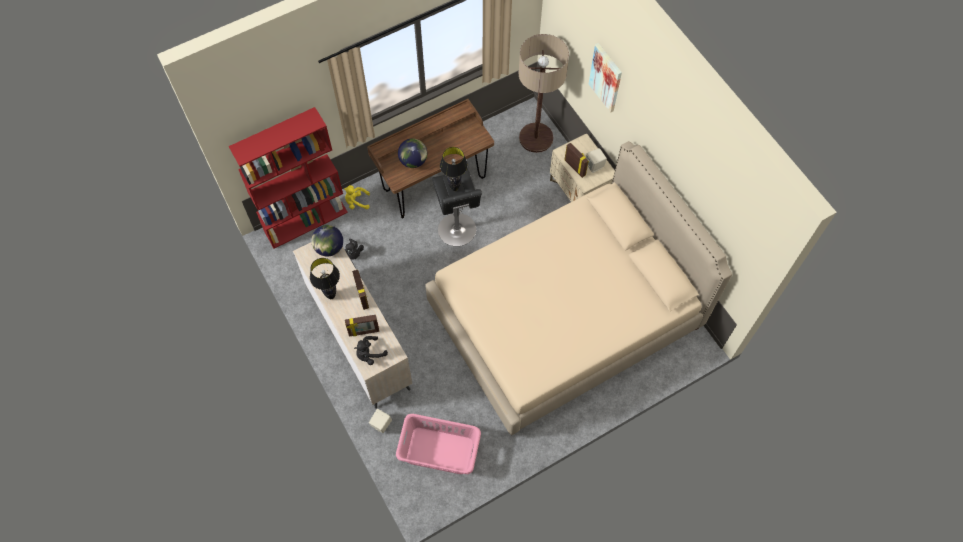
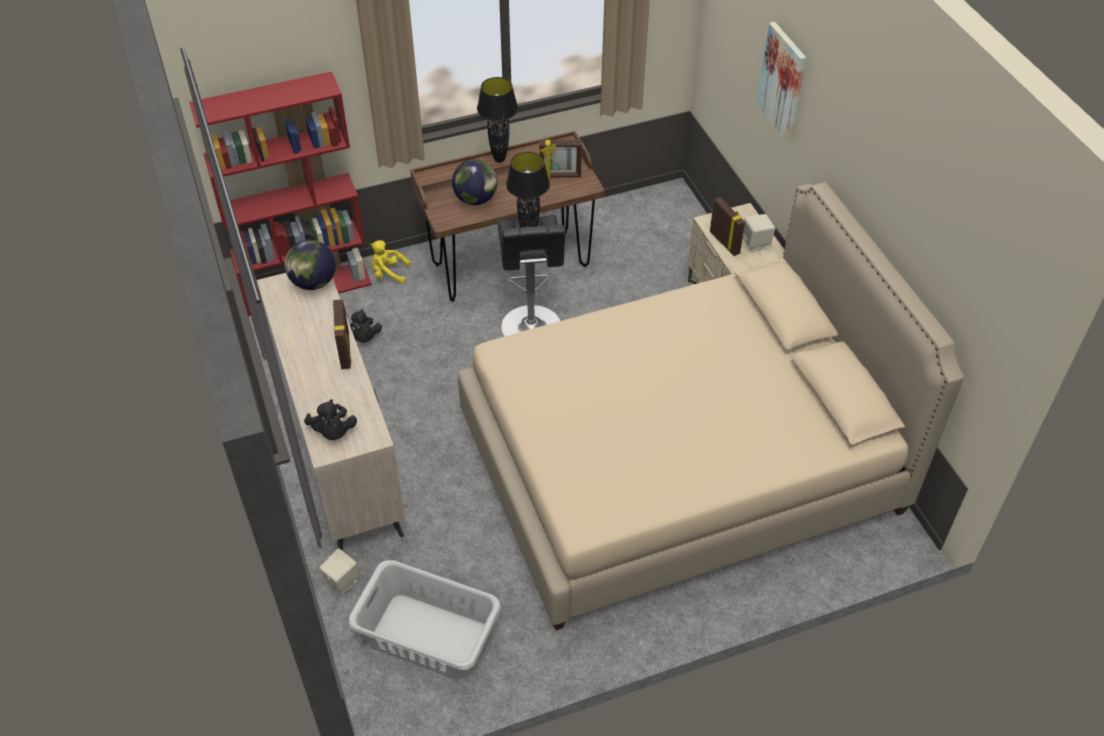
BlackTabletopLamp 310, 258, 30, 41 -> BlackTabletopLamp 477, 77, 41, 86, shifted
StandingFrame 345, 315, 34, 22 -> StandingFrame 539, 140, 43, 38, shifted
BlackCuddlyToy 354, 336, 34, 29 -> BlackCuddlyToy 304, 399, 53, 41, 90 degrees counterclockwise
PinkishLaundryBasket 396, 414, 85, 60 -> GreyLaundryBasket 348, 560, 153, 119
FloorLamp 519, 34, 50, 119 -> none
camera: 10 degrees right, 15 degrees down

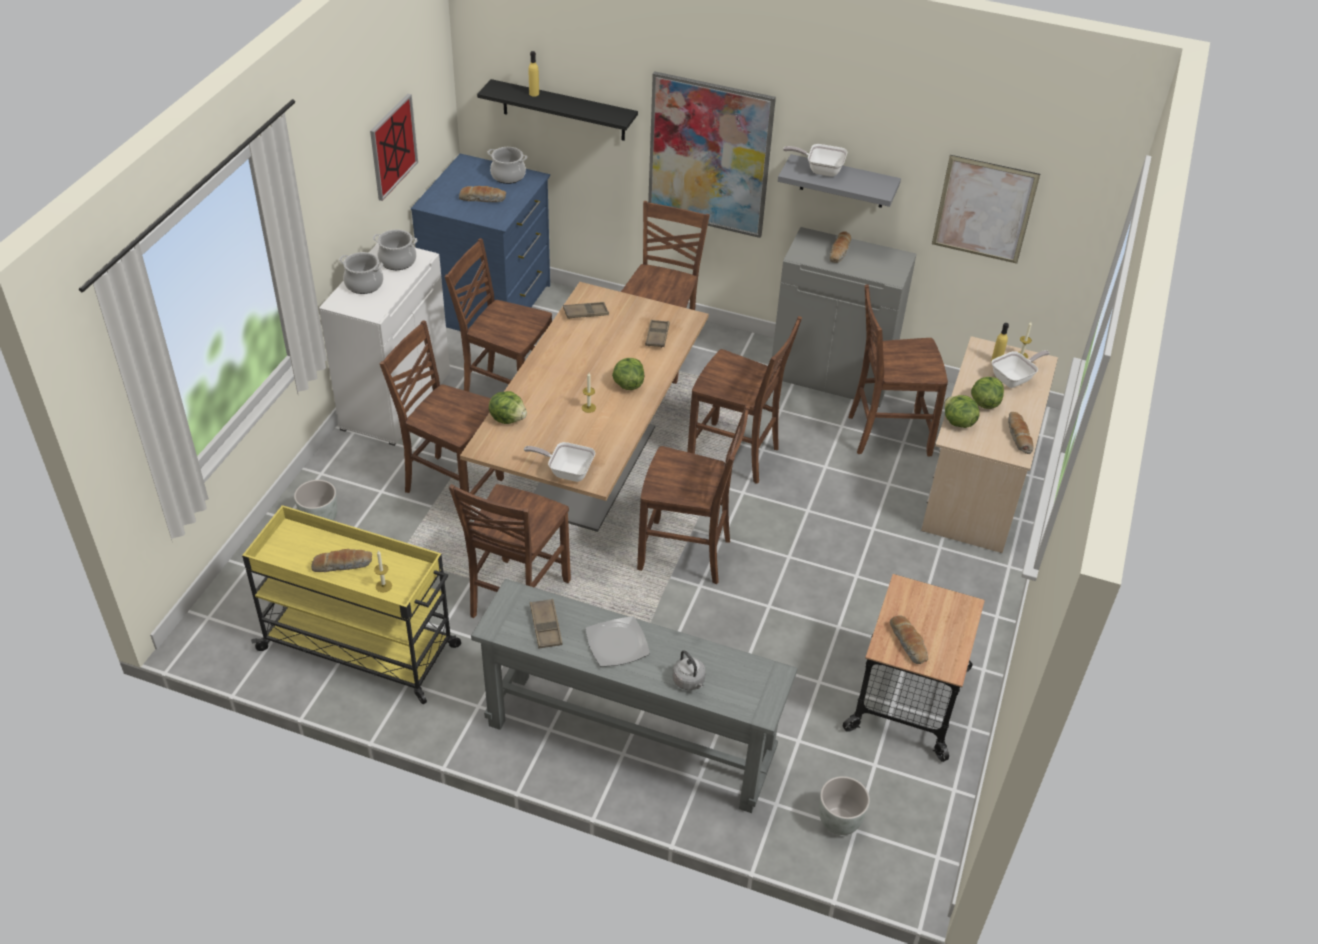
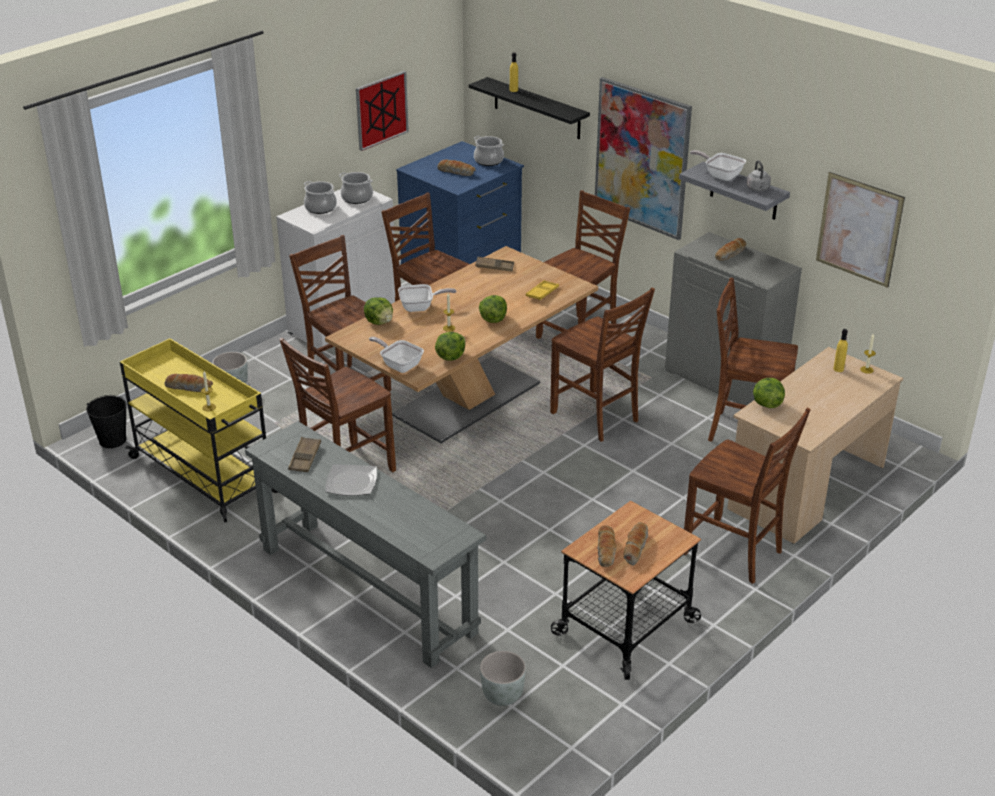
BrownishUprightChair 637, 406, 113, 178 -> BrownishUprightChair 684, 408, 127, 176, shifted
BrownishCarryingTray 645, 320, 25, 28 -> YellowColouredCarryingTray 526, 280, 33, 21
GreyKettle 672, 650, 34, 40 -> GreyKettle 747, 160, 24, 32, shifted
HeadOfLettuce 971, 377, 33, 32 -> HeadOfLettuce 435, 332, 31, 29, shifted
Pan 991, 350, 59, 38 -> Pan 398, 284, 58, 28, shifted
Bread 1008, 412, 26, 42 -> Bread 624, 522, 24, 44, shifted
none -> BlackWaterBucket 86, 395, 40, 53
camera: 25 degrees right, 10 degrees down

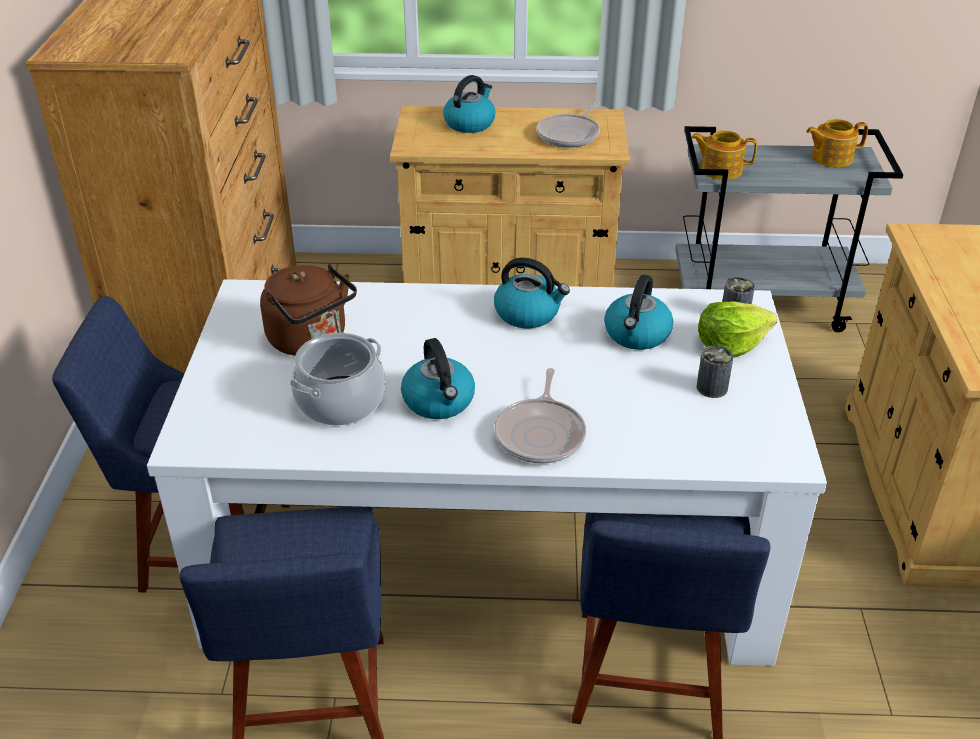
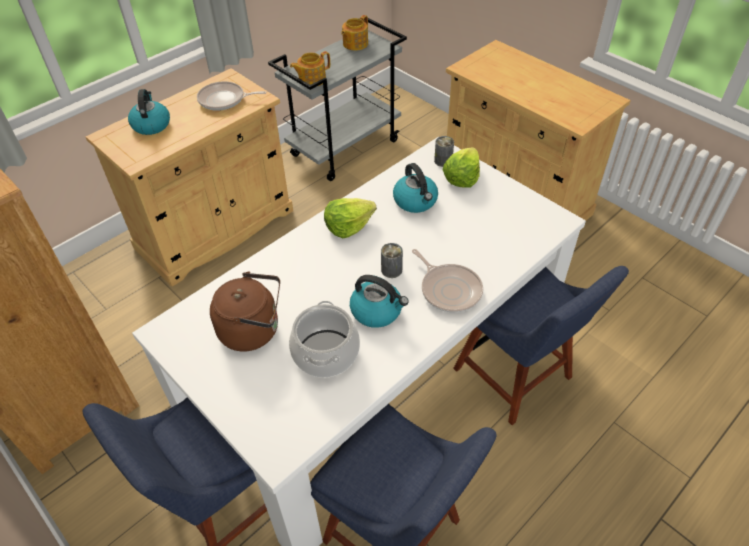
Kettle 494, 258, 76, 70 -> HeadOfLettuce 324, 198, 53, 40
Pan 536, 102, 64, 45 -> Pan 197, 81, 70, 30, 105 degrees clockwise
MetalCan 696, 346, 38, 52 -> MetalCan 381, 243, 22, 35, shifted
camera: 45 degrees left, 10 degrees up

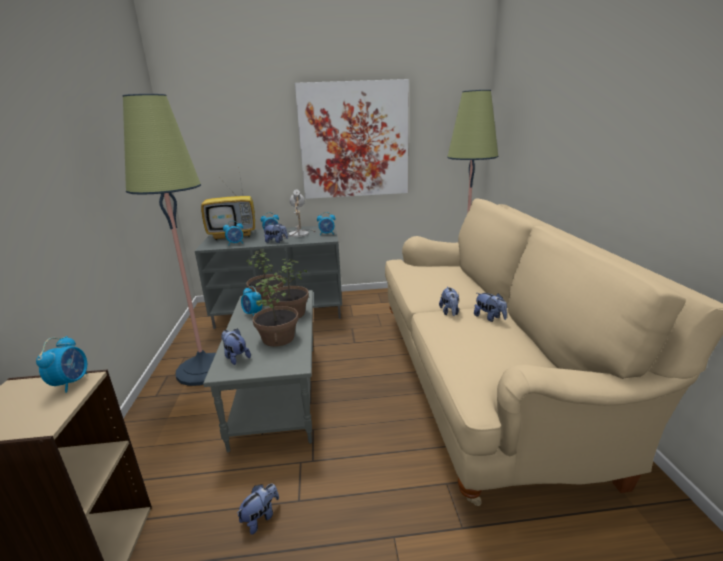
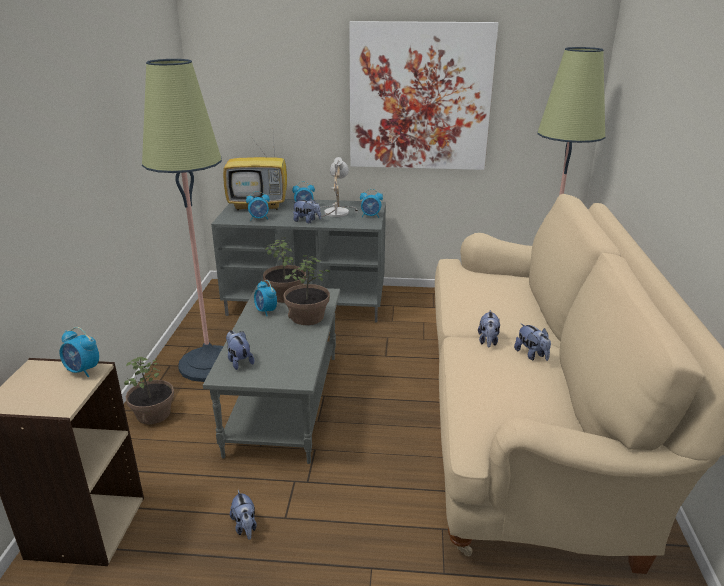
BedsideClock 36, 336, 51, 57 -> BedsideClock 60, 327, 39, 50, 105 degrees clockwise
CuddlyToy 236, 483, 43, 52 -> CuddlyToy 230, 490, 27, 50, 105 degrees clockwise
Houseplant 252, 278, 47, 69 -> Houseplant 124, 357, 50, 67, shifted
camera: 10 degrees right, 5 degrees up

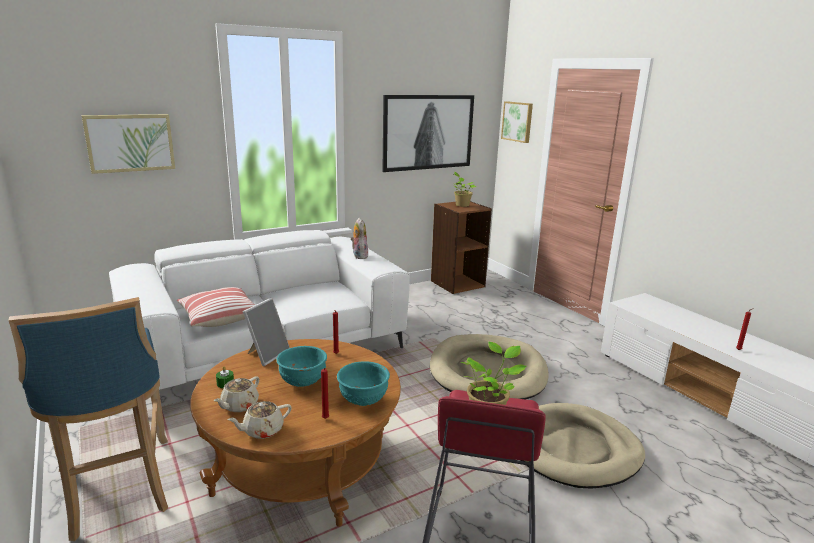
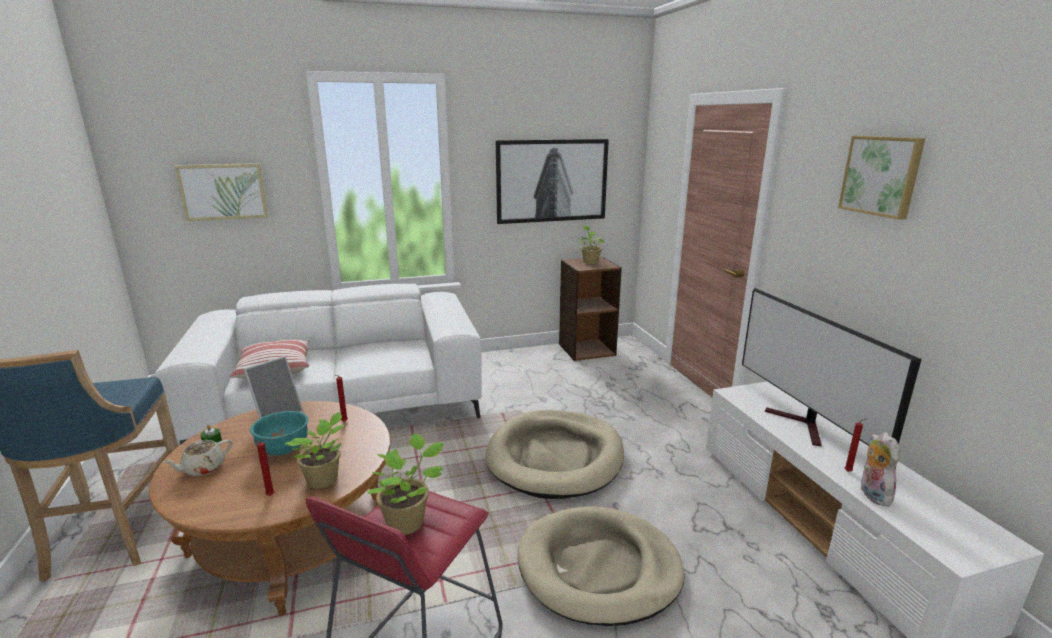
BeigeColouredPotForTea 227, 401, 65, 38 -> none
TurquoiseDeepDish 337, 361, 53, 45 -> Houseplant 284, 412, 60, 76
CuddlyToy 350, 217, 18, 42 -> CuddlyToy 860, 432, 40, 74, shifted
WallPicture 501, 101, 32, 42 -> WallPicture 838, 136, 87, 84, shifted
none -> TvSet 742, 288, 179, 158
camera: 15 degrees right, 0 degrees up

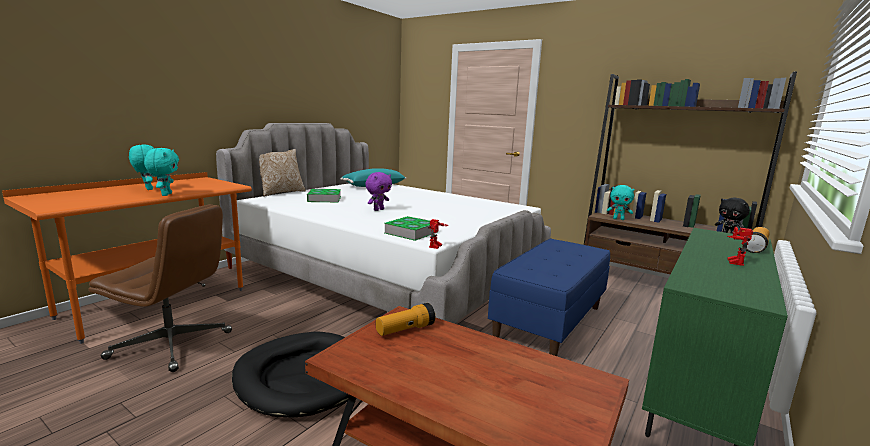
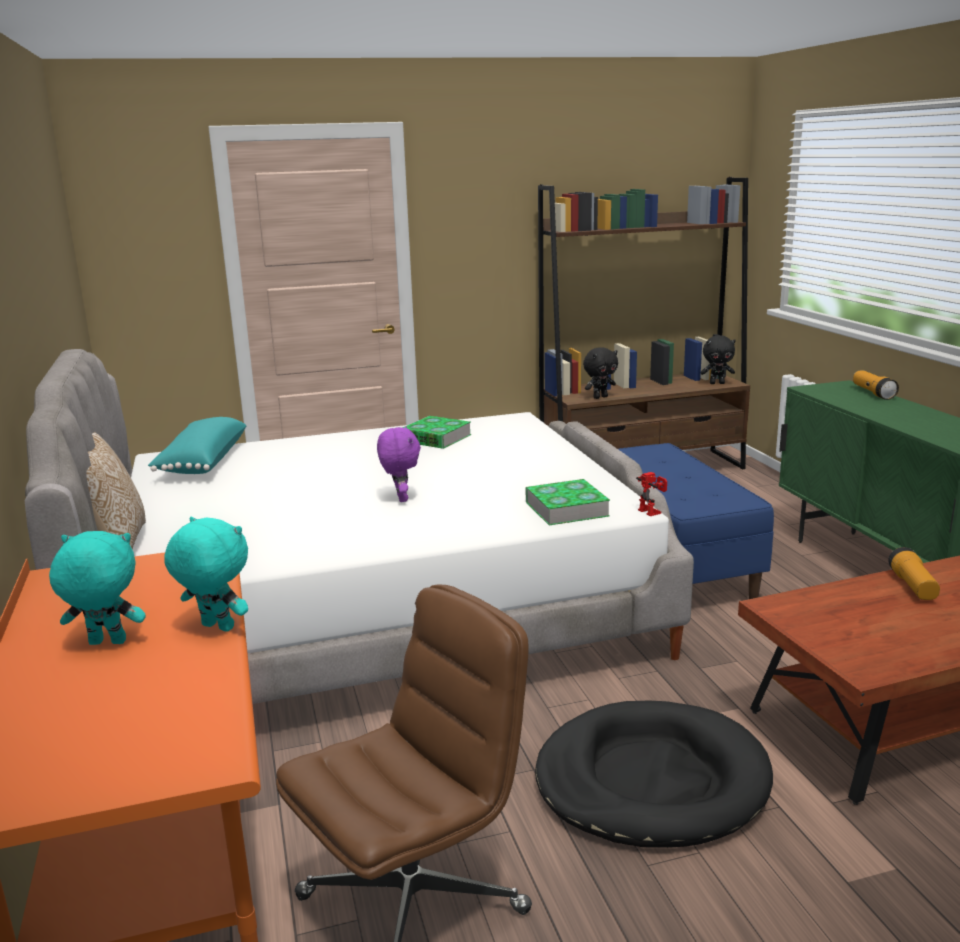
BoundBook 307, 189, 34, 13 -> BoundBook 402, 416, 69, 33, shifted
Flashlight 376, 303, 59, 33 -> Flashlight 888, 547, 52, 53, shifted
TurquoiseCuddlyToy 607, 185, 27, 35 -> BlackCuddlyToy 583, 347, 35, 52
ToyRobot 727, 227, 26, 39 -> none
camera: 50 degrees left, 5 degrees up

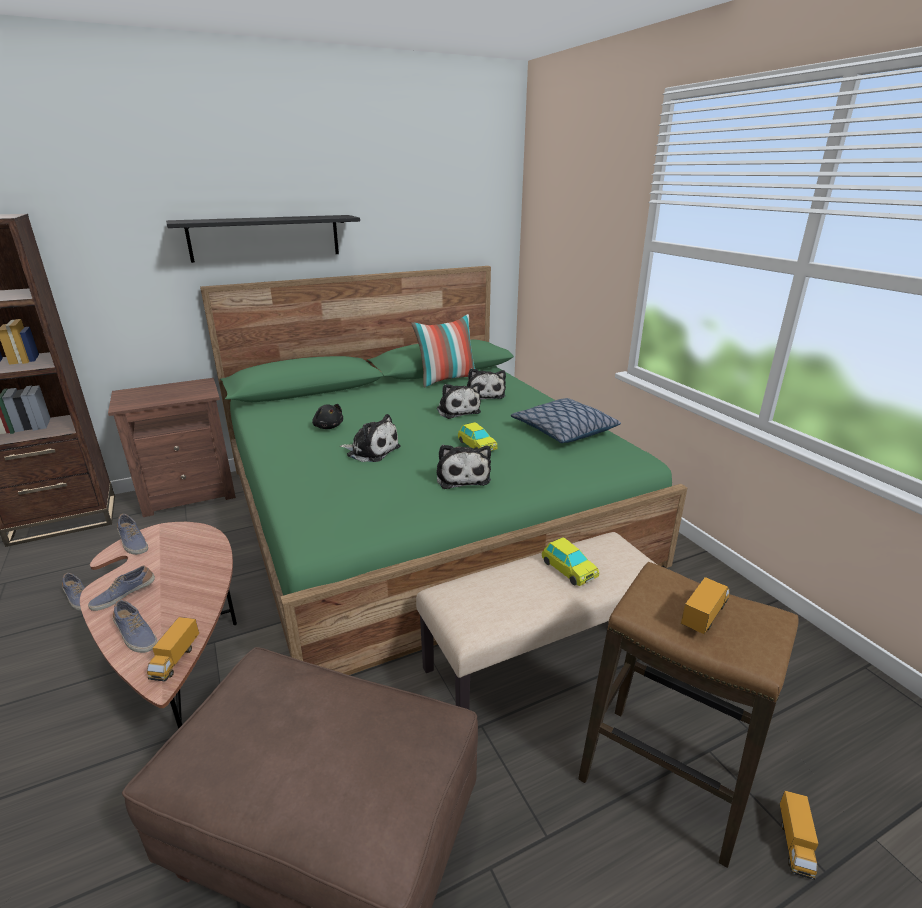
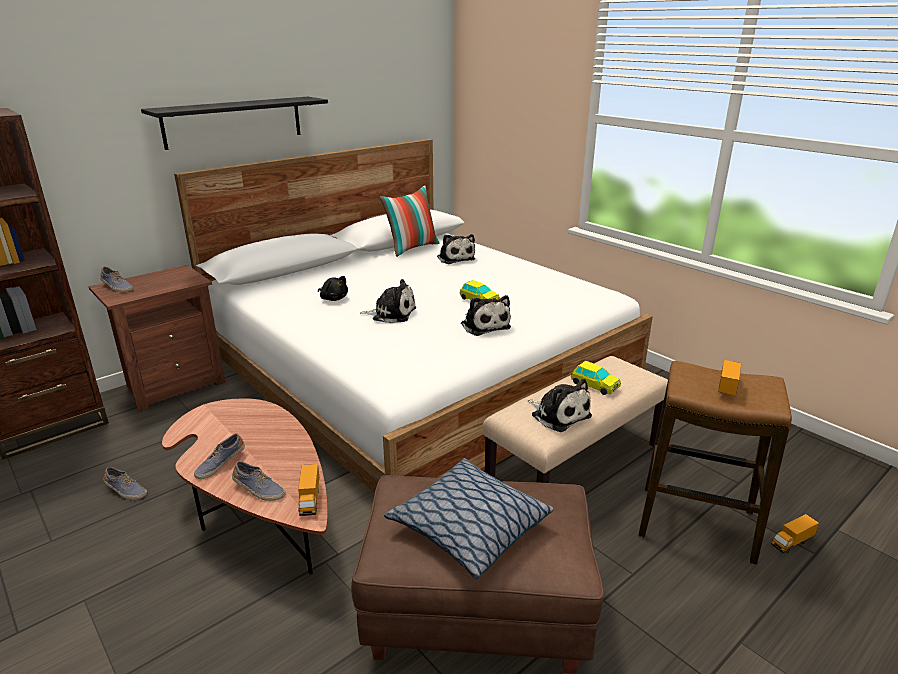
Shoe 117, 514, 31, 41 -> Shoe 100, 266, 33, 26, shifted
GreenishBed 200, 266, 487, 409 -> WhiteColouredBed 174, 139, 479, 355
CuddlyToy 436, 383, 45, 36 -> CuddlyToy 528, 379, 64, 53, shifted
Pillow 511, 398, 110, 45 -> Pillow 384, 458, 170, 121, shifted
ToyTruck 780, 791, 38, 89 -> ToyTruck 771, 514, 48, 39, 60 degrees clockwise
camera: 15 degrees left, 0 degrees up

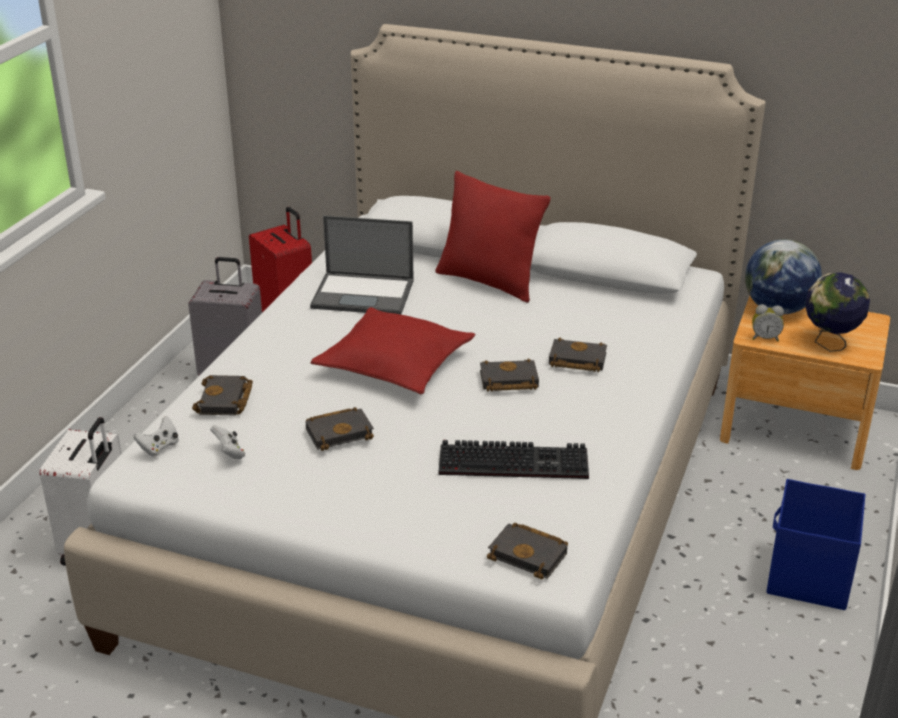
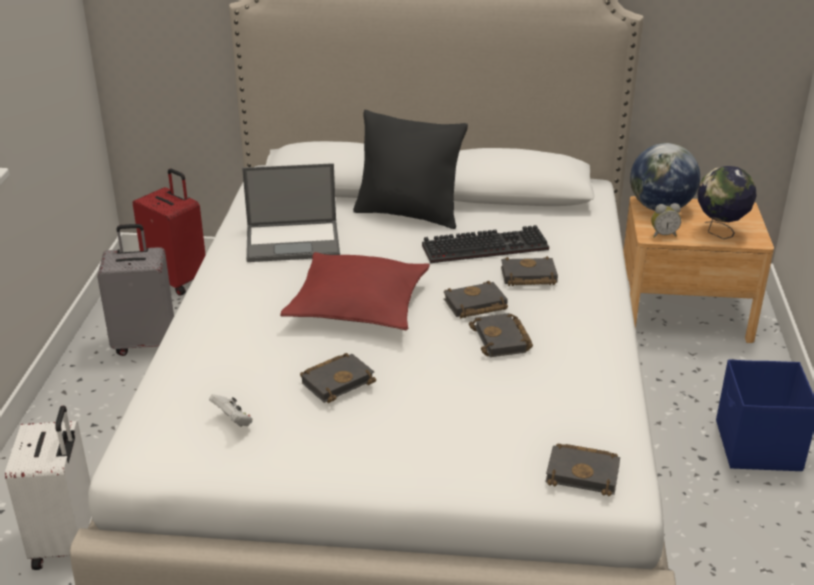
WhiteColouredGameController 134, 416, 45, 41 -> none
BlackBoundBook 192, 375, 61, 41 -> BlackBoundBook 469, 313, 64, 44, shifted
RedColouredPillow 436, 171, 115, 132 -> BlackPillow 353, 110, 115, 119
PcKeyboard 439, 440, 150, 39 -> PcKeyboard 422, 225, 127, 38, shifted
camera: 15 degrees left, 0 degrees up

